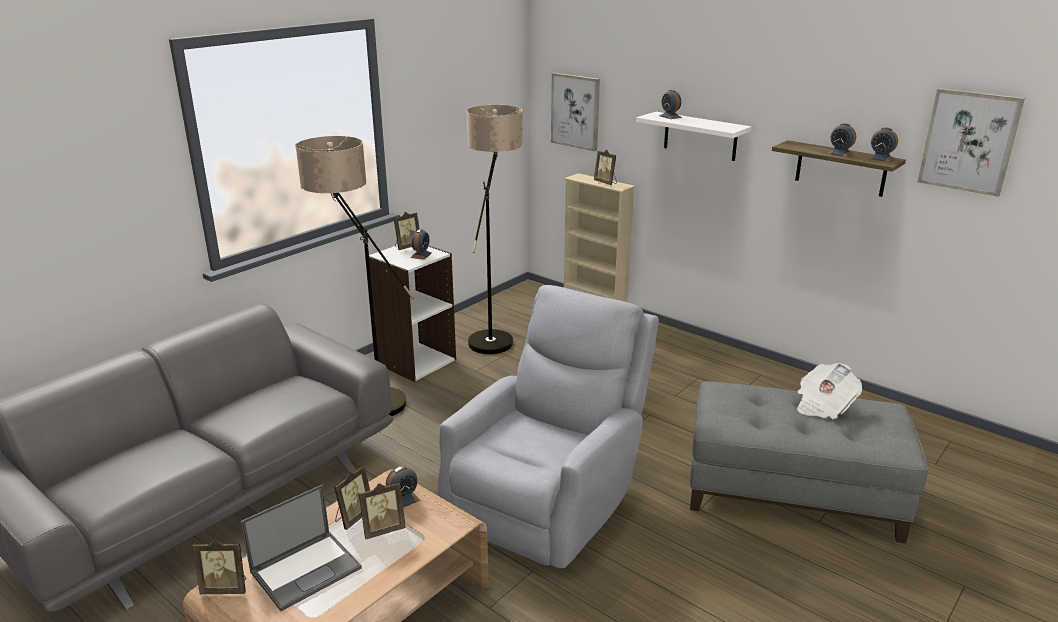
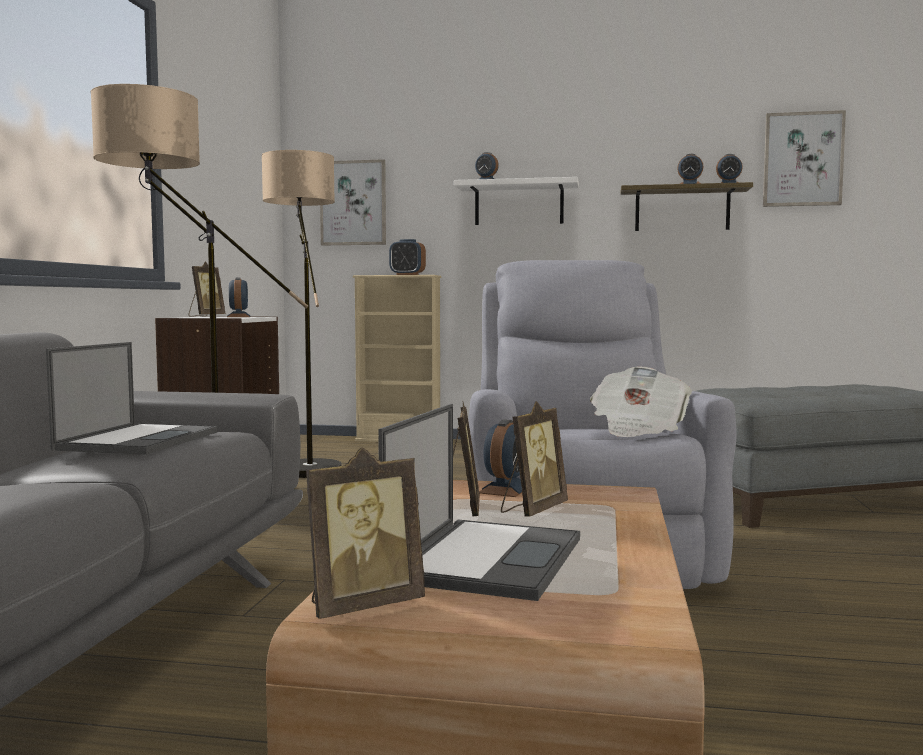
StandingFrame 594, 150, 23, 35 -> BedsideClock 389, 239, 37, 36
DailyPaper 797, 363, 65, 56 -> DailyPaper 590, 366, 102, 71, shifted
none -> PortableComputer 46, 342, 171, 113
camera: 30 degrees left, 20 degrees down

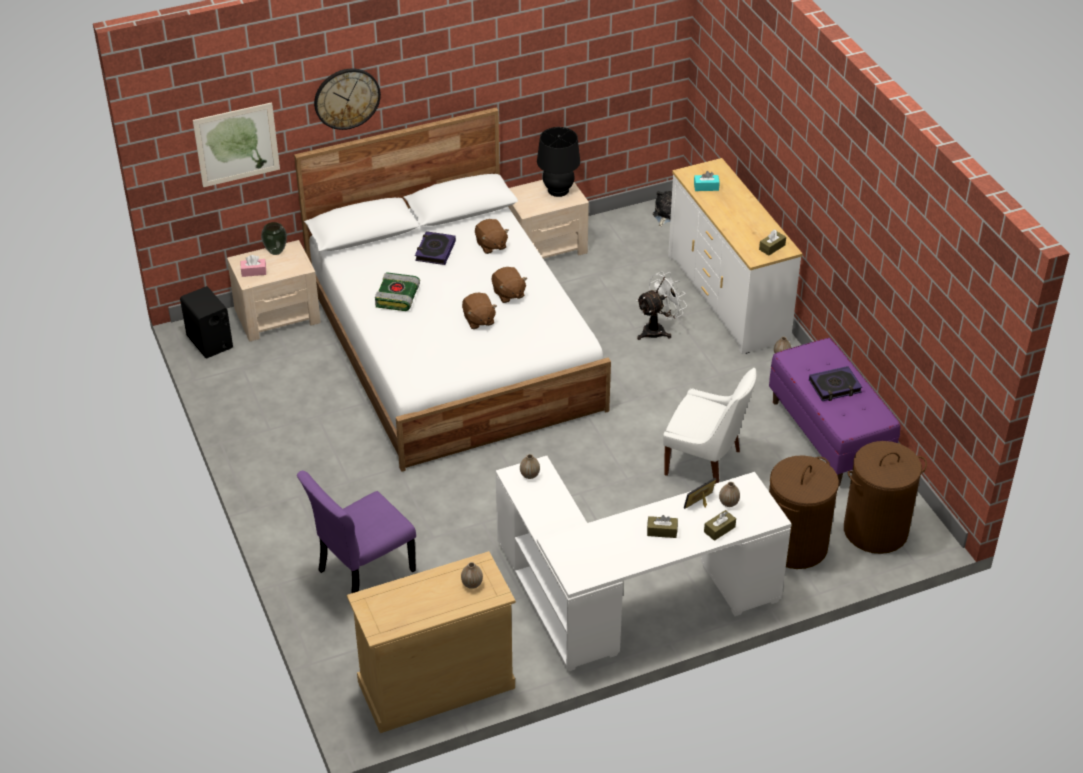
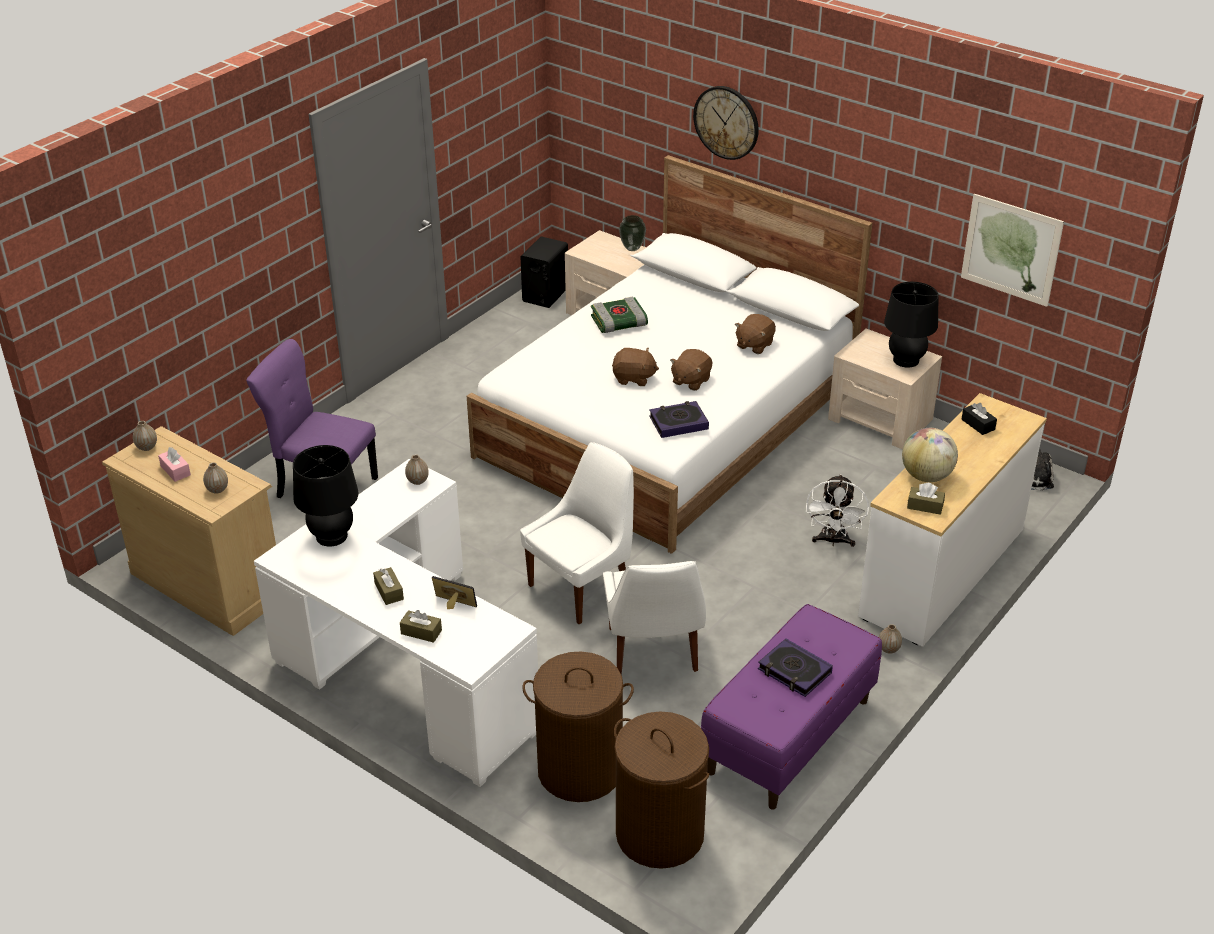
WallPicture 193, 102, 87, 85 -> WallPicture 961, 194, 103, 113, shifted
PinkishBoxOfTissues 241, 255, 25, 22 -> PinkishBoxOfTissues 158, 447, 33, 35, shifted
BoundBook 415, 231, 41, 34 -> BoundBook 649, 401, 60, 37, shifted
BrownishCuddlyToy 462, 293, 35, 36 -> BrownishCuddlyToy 612, 348, 47, 38, 120 degrees counterclockwise
WhiteColouredFan 636, 272, 51, 68 -> WhiteColouredFan 806, 474, 63, 73, 75 degrees clockwise
TurquoiseBoxOfTissues 694, 171, 26, 20 -> BlackBoxOfTissues 961, 403, 36, 32
DecorativeVase 719, 482, 21, 25 -> DecorativeVase 133, 421, 24, 30, shifted
none -> BlackTabletopLamp 293, 445, 66, 102
none -> WhiteColouredUprightChair 520, 442, 114, 182
none -> Globe 902, 428, 56, 54
camera: 60 degrees right, 5 degrees down

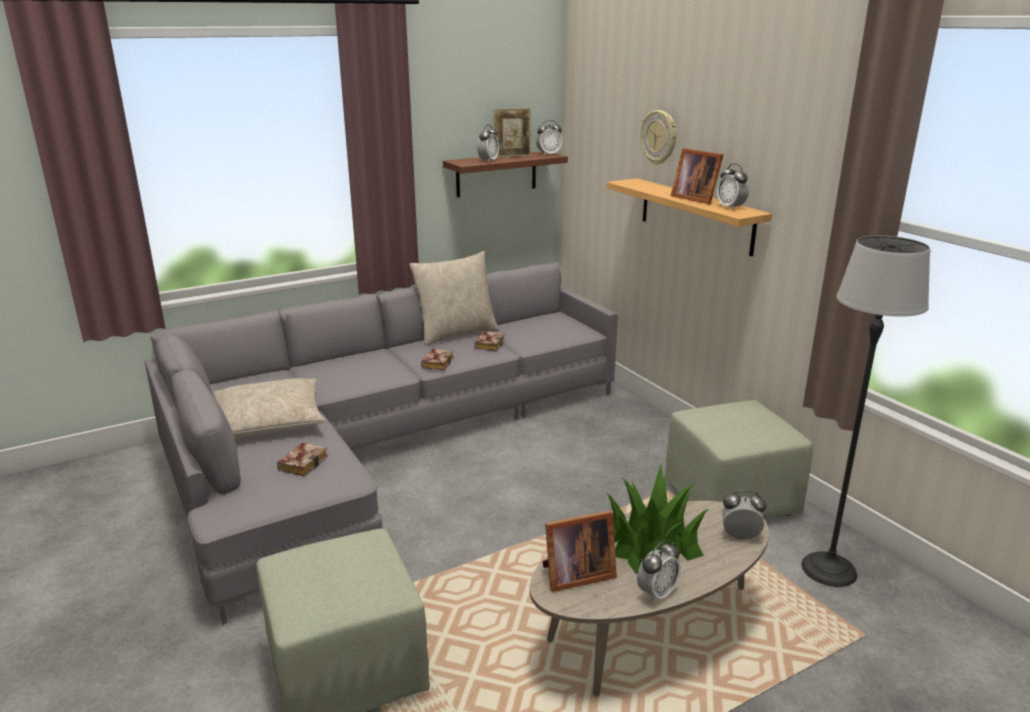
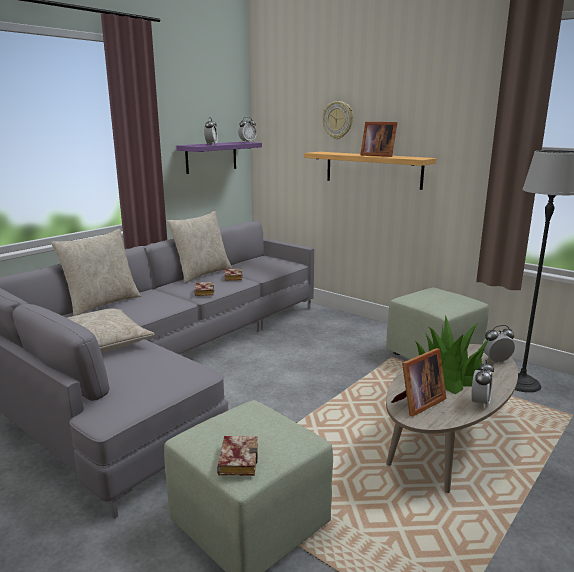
BoundBook 277, 443, 51, 33 -> BoundBook 217, 436, 41, 40, shifted
BrownishWallShelf 443, 152, 125, 45 -> PurpleWallShelf 176, 142, 86, 32
StandingFrame 493, 108, 38, 50 -> none
BedsideClock 717, 164, 32, 46 -> none
none -> BeigeColouredPillow 51, 229, 90, 87
camera: 20 degrees left, 5 degrees down

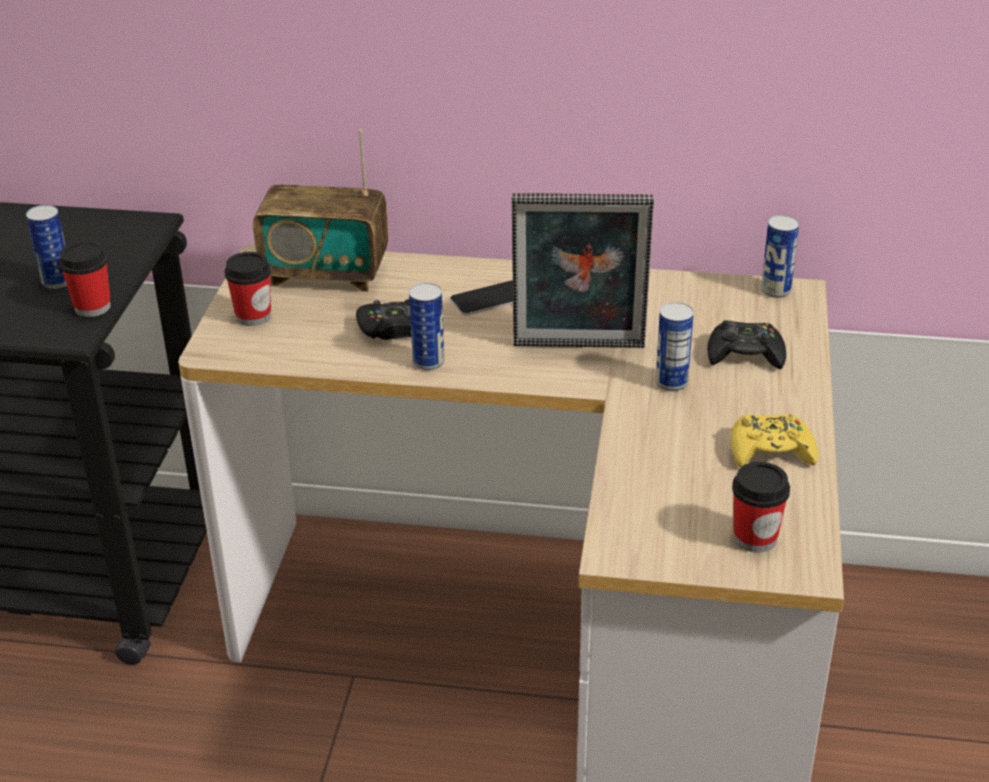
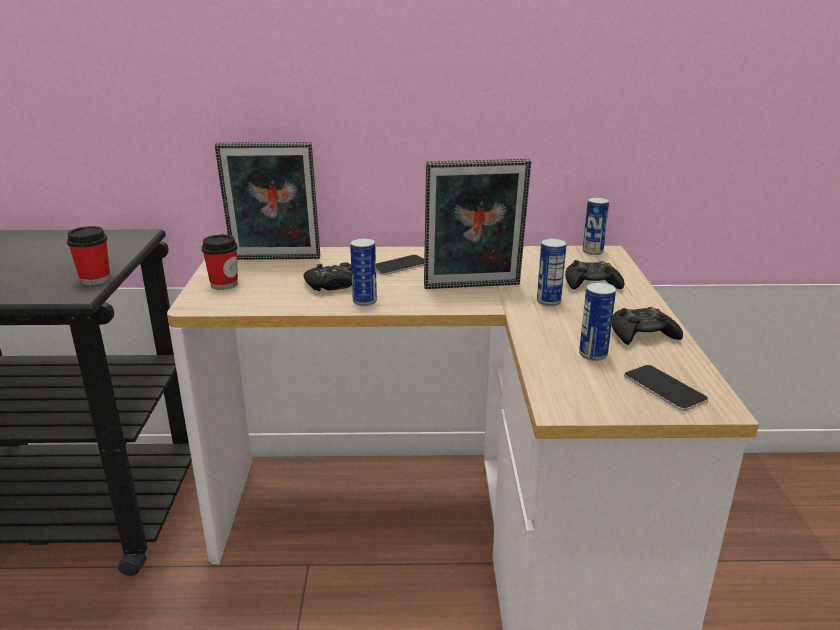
MetalCan 26, 205, 41, 84 -> MetalCan 579, 282, 37, 79, shifted
Radio 253, 129, 135, 163 -> StandingFrame 215, 142, 105, 118
YellowColouredGameController 731, 414, 87, 53 -> BlackGameController 612, 307, 71, 38
SmallCup 732, 462, 58, 91 -> Handset 624, 365, 84, 46
camera: 10 degrees left, 10 degrees down

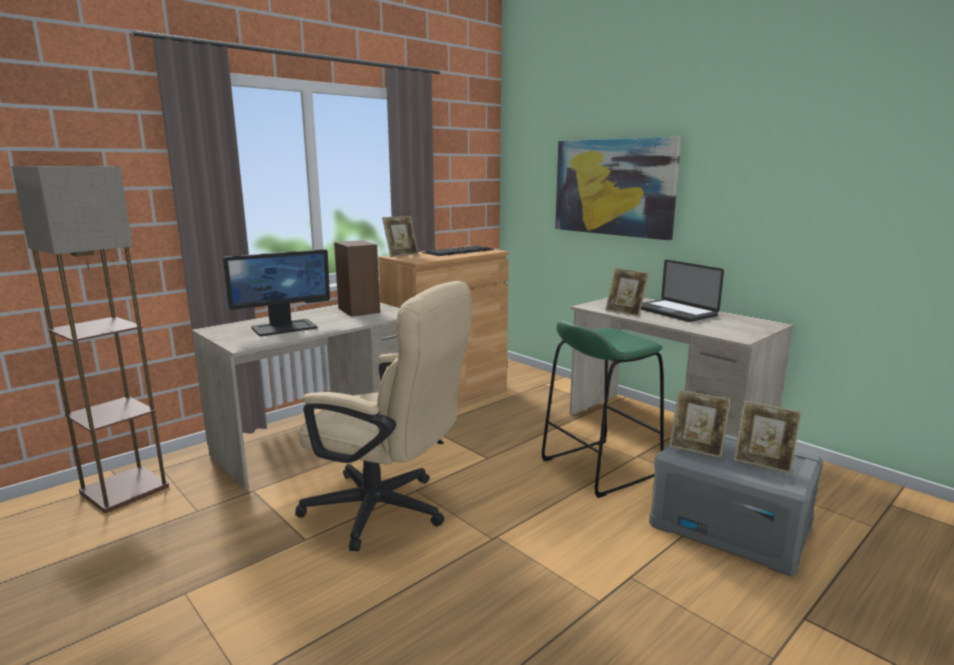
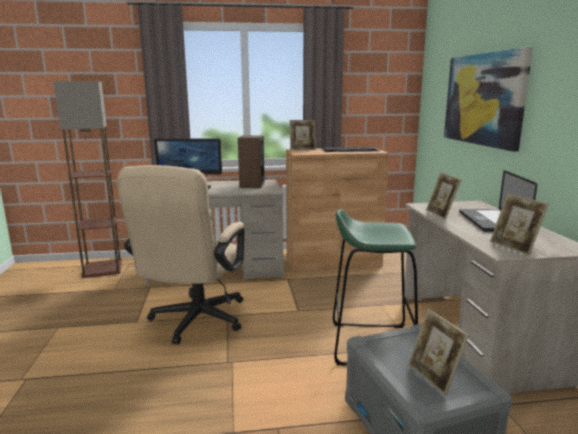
BeigeColouredComputerChair 295, 281, 177, 270 -> BeigeColouredComputerChair 117, 165, 128, 179, 45 degrees clockwise
StandingFrame 669, 390, 62, 68 -> StandingFrame 490, 194, 59, 62, shifted
camera: 35 degrees right, 0 degrees up

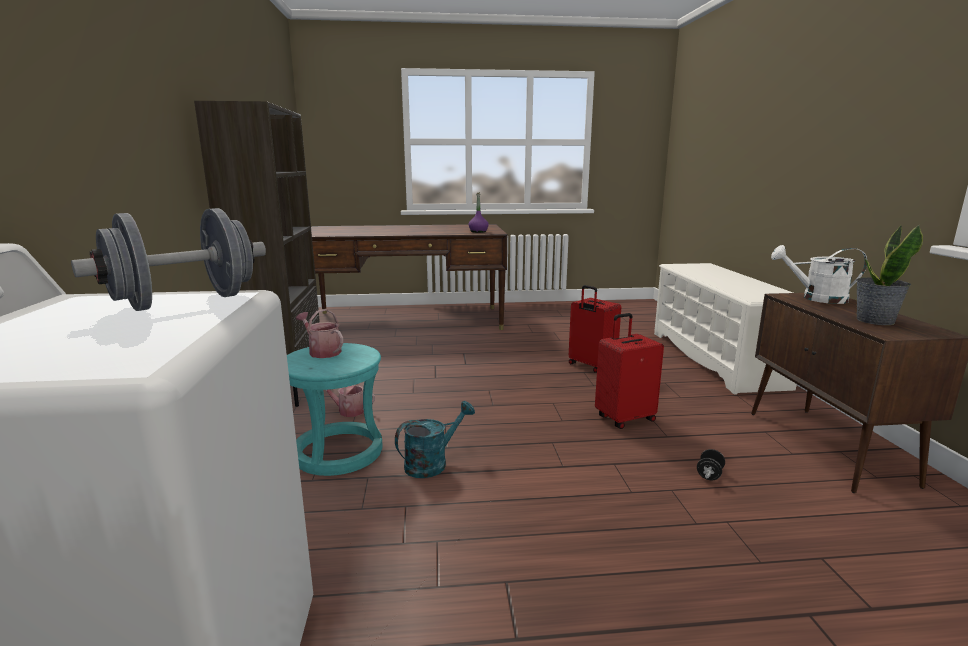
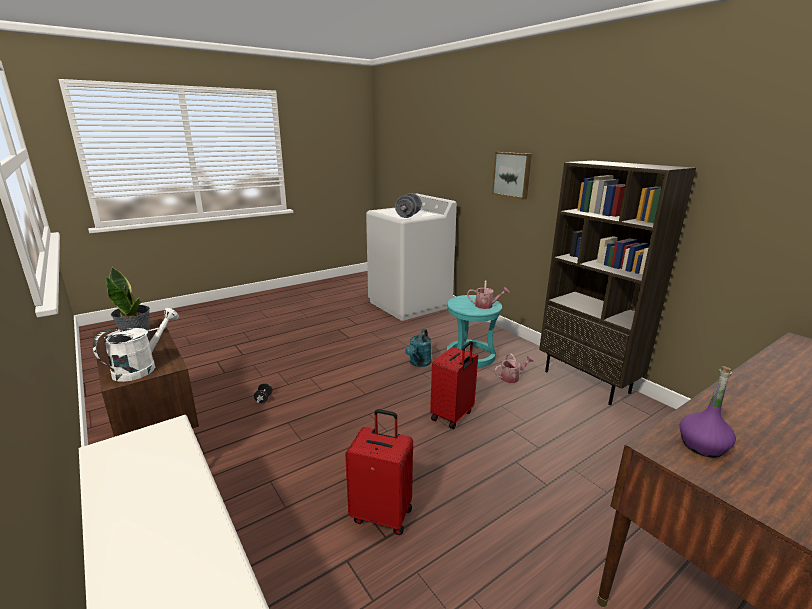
RedColouredSuitcase 595, 313, 69, 116 -> RedColouredSuitcase 430, 341, 48, 88, shifted
WhiteColouredWateringPot 771, 245, 96, 59 -> WhiteColouredWateringPot 93, 308, 86, 74, 45 degrees counterclockwise
none -> WallPicture 492, 152, 40, 48
camera: 150 degrees right, 5 degrees up

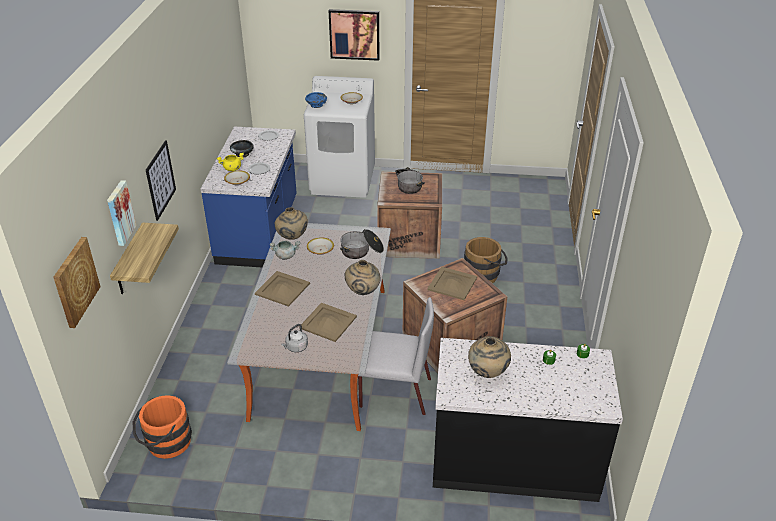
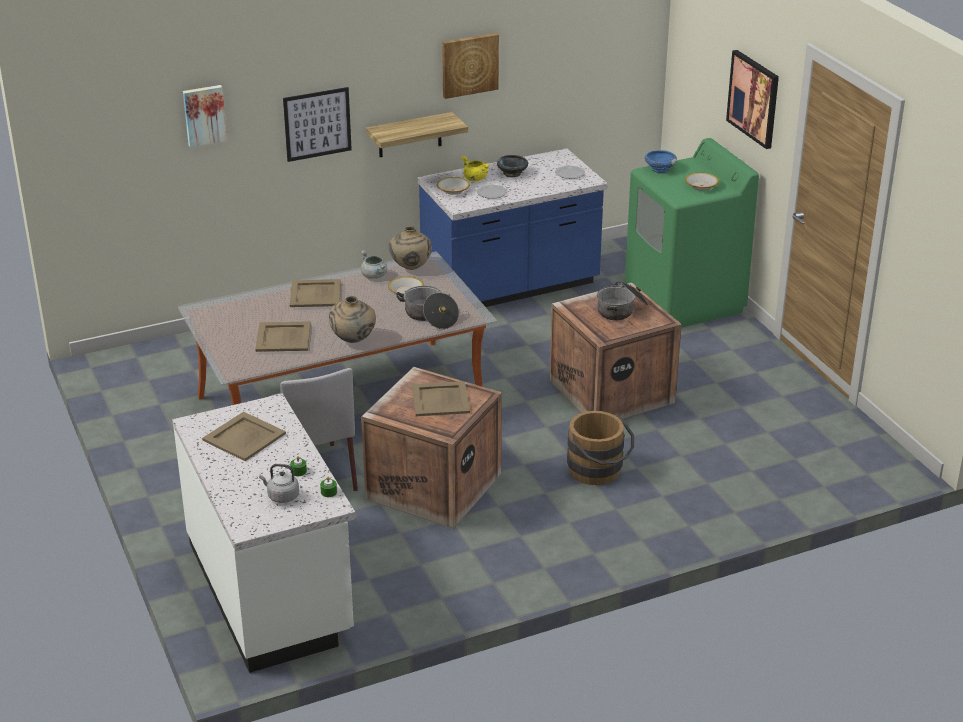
WallPicture 53, 237, 47, 91 -> WallPicture 442, 33, 57, 66, shifted
WallShelf 110, 223, 69, 71 -> WallShelf 366, 112, 102, 45, shifted
OrangeyWaterBucket 133, 395, 59, 64 -> none
GreyKettle 281, 324, 27, 28 -> GreyKettle 259, 464, 40, 39, shifted
WhiteColouredLaundryMachine 304, 76, 71, 122 -> GreenishLaundryMachine 625, 138, 134, 190
BlackKitchenBaseUnit 433, 338, 190, 164 -> WhiteColouredKitchenBaseUnit 172, 394, 184, 279
BeigeColouredDecorativeVase 468, 336, 43, 42 -> BeigeColouredCarryingTray 202, 412, 84, 49
camera: 60 degrees right, 5 degrees down

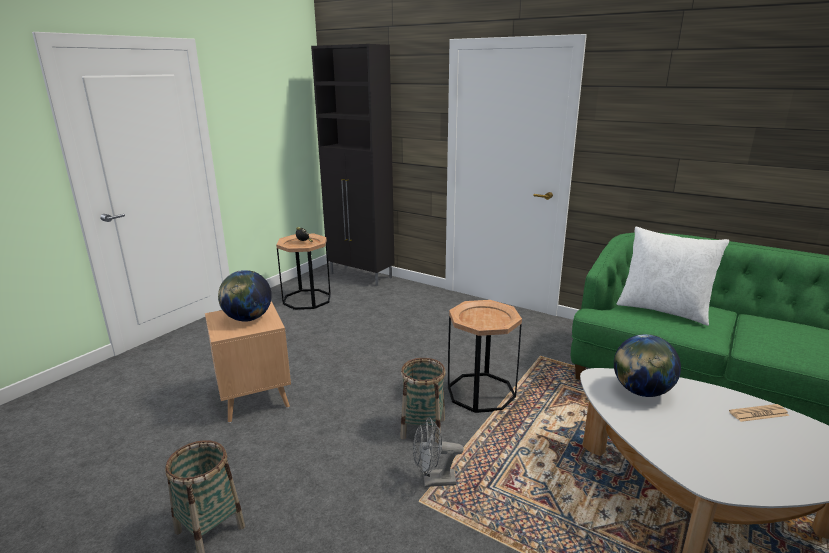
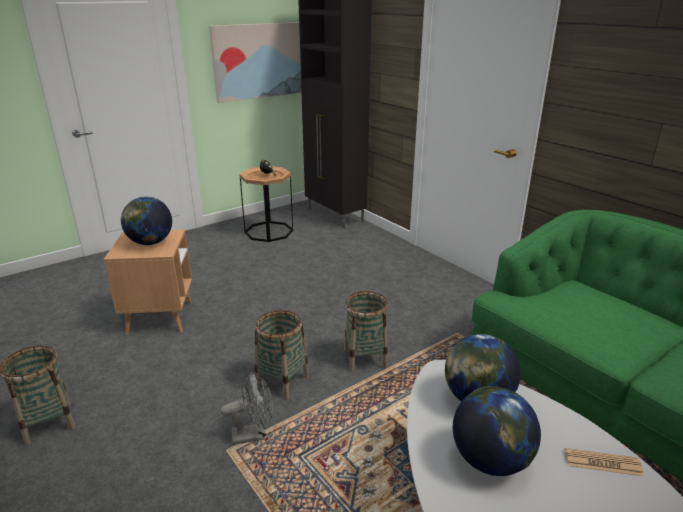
GreyFan 413, 417, 51, 70 -> GreyFan 220, 372, 53, 73, 150 degrees clockwise
BrownishEndTable 448, 300, 74, 113 -> Basket 344, 291, 44, 81
WhiteColouredPillow 617, 227, 112, 99 -> none
none -> WallPicture 209, 22, 92, 81
none -> Globe 453, 386, 88, 90
camera: 20 degrees right, 5 degrees up

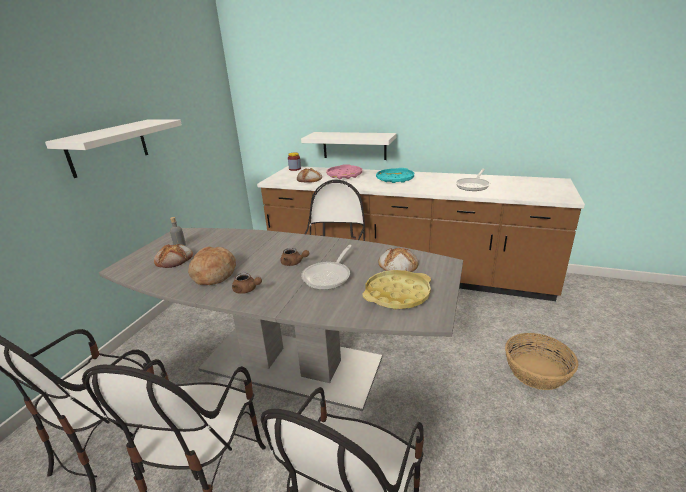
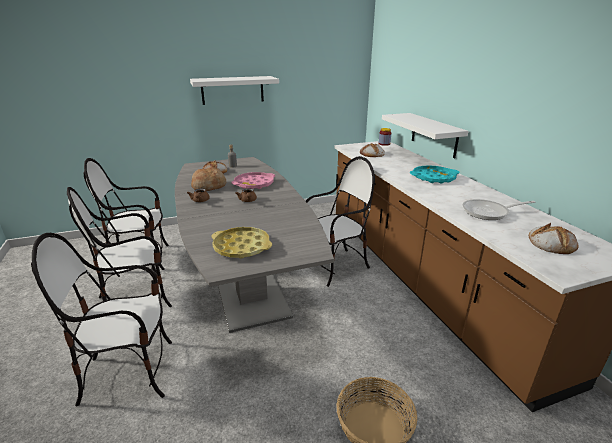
Pan 301, 245, 51, 45 -> none
PinkishCarryingTray 326, 164, 36, 15 -> PinkishCarryingTray 231, 172, 44, 17, shifted
Bread 378, 247, 40, 25 -> Bread 529, 223, 50, 31, shifted
camera: 50 degrees right, 0 degrees up

